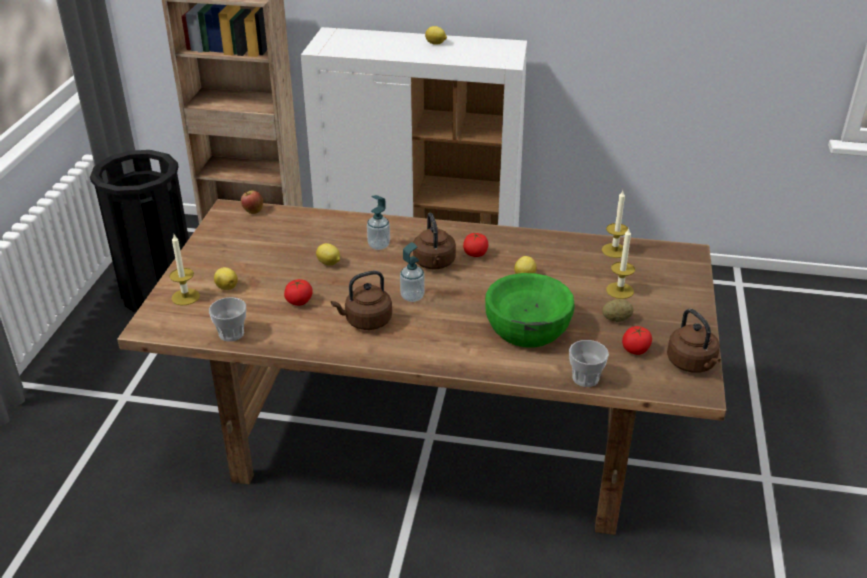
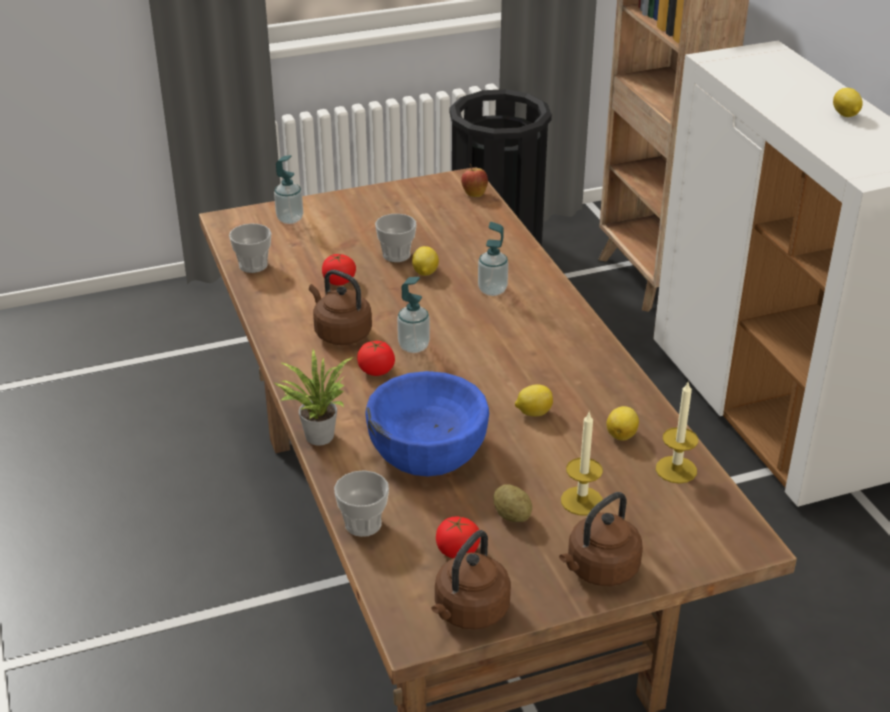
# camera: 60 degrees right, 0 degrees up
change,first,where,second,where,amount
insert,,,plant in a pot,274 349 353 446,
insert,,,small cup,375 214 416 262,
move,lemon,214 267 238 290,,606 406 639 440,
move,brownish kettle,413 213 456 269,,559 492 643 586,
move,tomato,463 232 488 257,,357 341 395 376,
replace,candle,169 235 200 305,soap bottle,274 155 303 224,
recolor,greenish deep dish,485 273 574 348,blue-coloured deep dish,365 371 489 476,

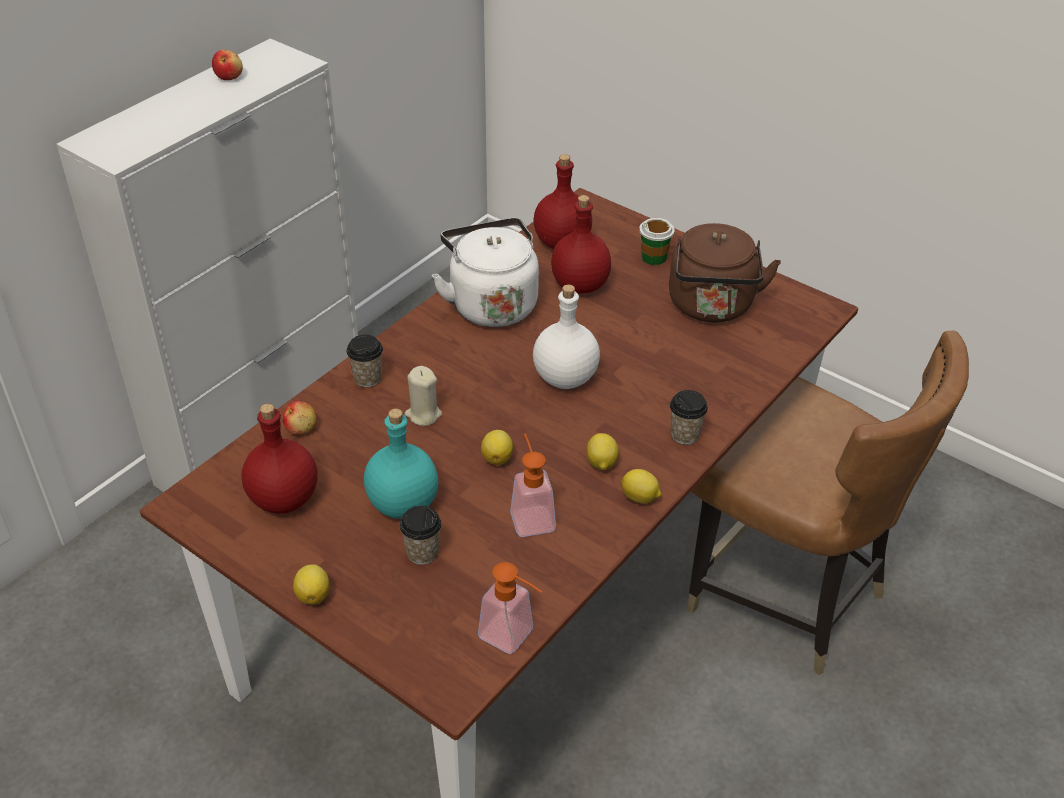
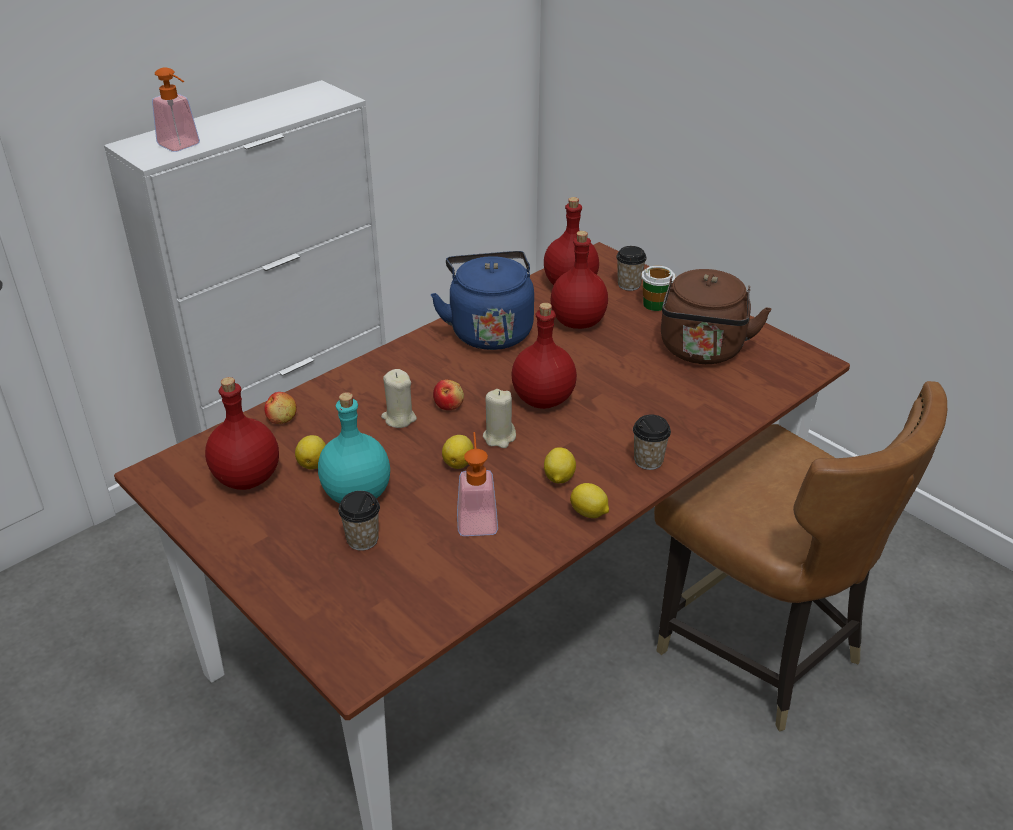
# camera: 10 degrees right, 5 degrees down
change,first,where,second,where,amount
insert,,,beige candle,483 389 516 448,
move,whole apple,212 50 243 80,,433 379 464 410,
move,lemon,293 564 329 605,,295 435 326 469,
move,small cup,347 335 383 387,,616 246 647 291,
move,soap bottle,478 562 542 654,,152 67 200 152,
recolor,whitish kettle,432 218 539 327,blue-coloured kettle,431 251 534 350,
recolor,whitish beverage bottle,533 285 600 389,red-coloured beverage bottle,511 303 577 409,

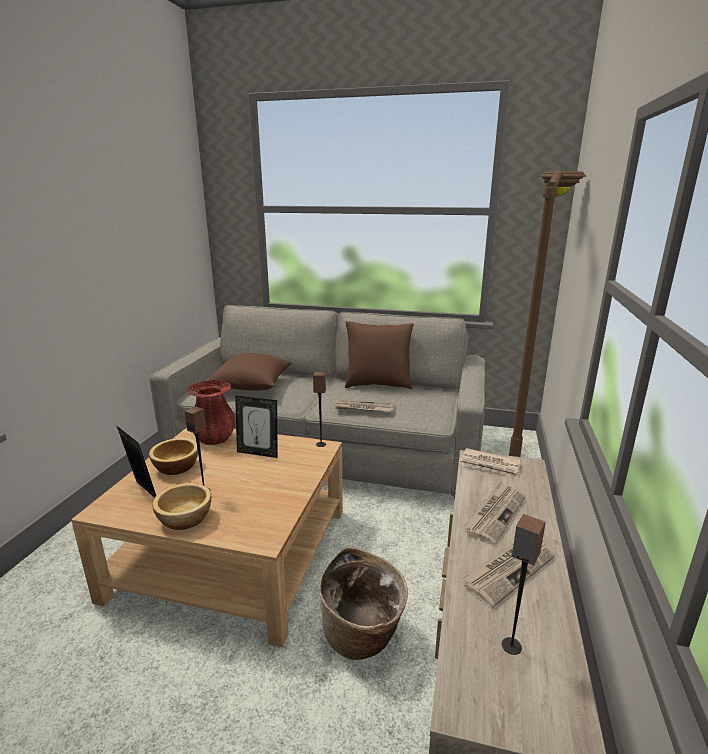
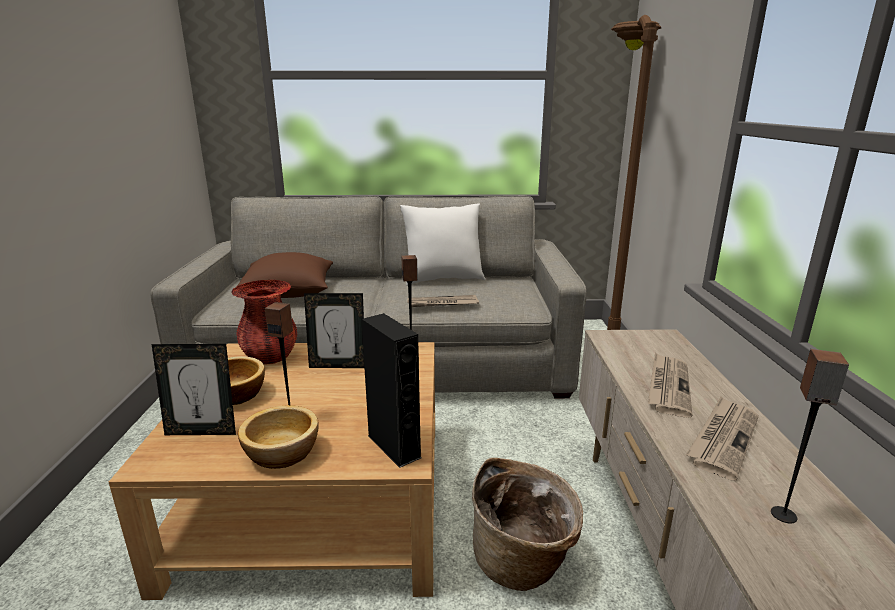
# camera: 15 degrees left, 0 degrees up
change,first,where,second,where,amount
delete,printed paper,460 448 520 478,,,
insert,,,black-coloured speaker,361 313 422 468,
recolor,brownish throw pillow,345 321 414 389,whitish throw pillow,400 203 485 286,
rotate,photo frame,116 425 156 498,,152 344 236 435,150 degrees clockwise

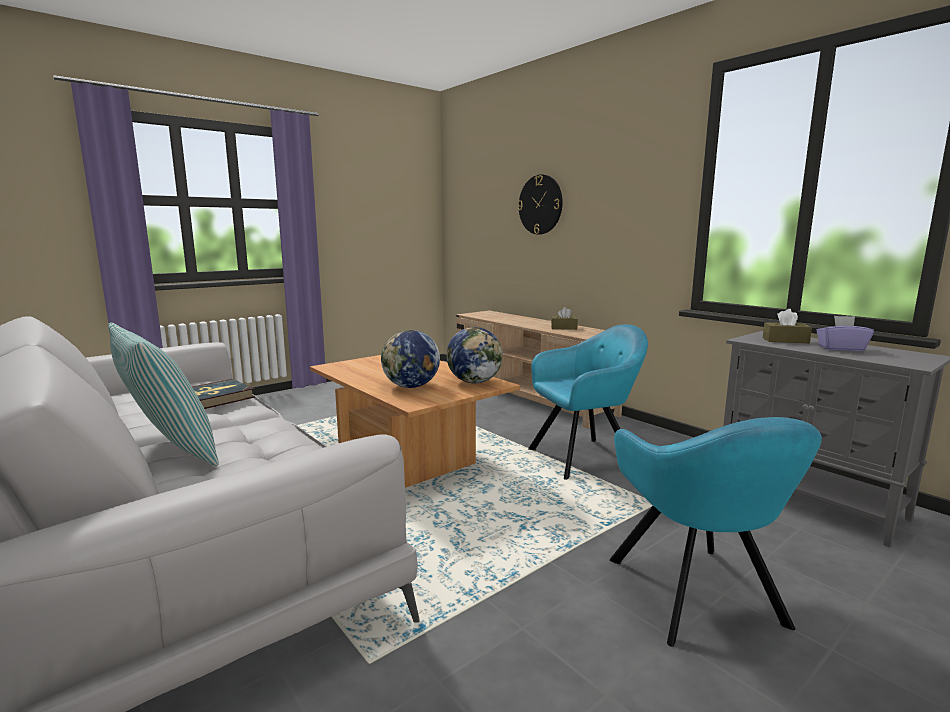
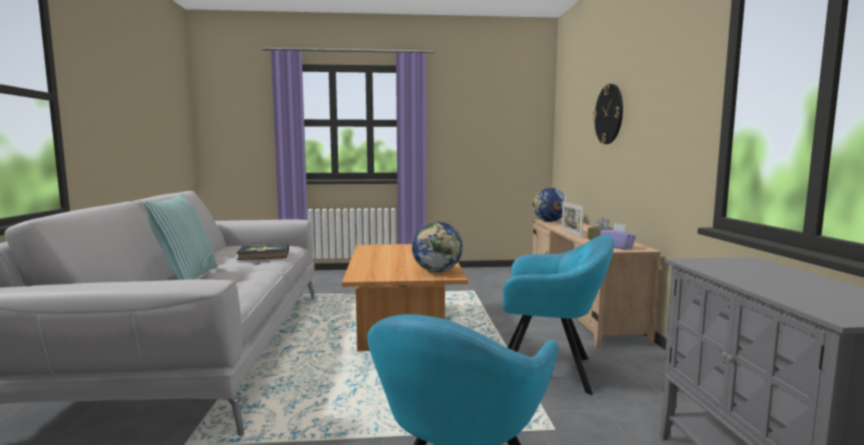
# camera: 35 degrees right, 5 degrees down
change,first,where,second,where,amount
delete,brownish tissue holder,763 309 812 343,,,
insert,,,photo frame,562 202 584 238,
move,globe,381 330 440 388,,533 188 568 222,
move,purple-coloured tissue holder,816 316 874 351,,600 223 636 249,

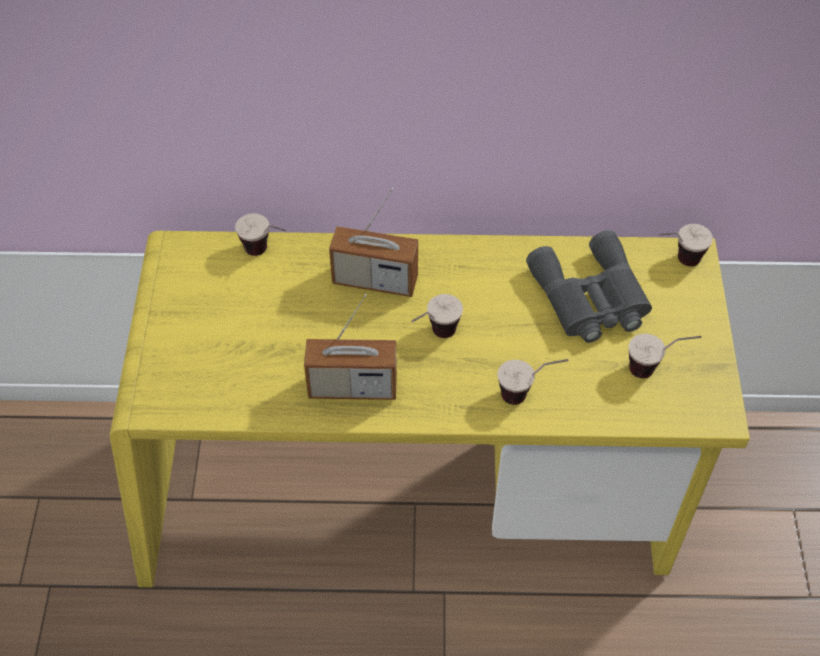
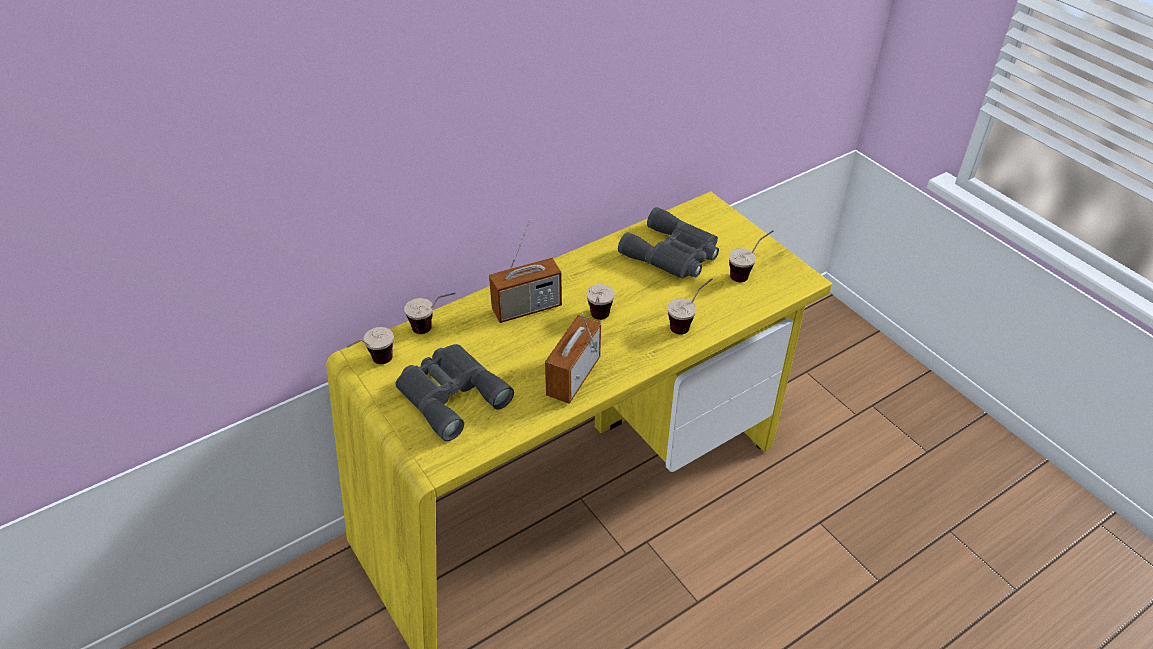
# camera: 35 degrees left, 10 degrees down
change,first,where,second,where,amount
insert,,,grey pair of binoculars,395 344 514 441,
move,small cup,659 224 713 266,,347 327 393 364,
rotate,radio,304 294 397 400,,545 313 601 404,150 degrees clockwise

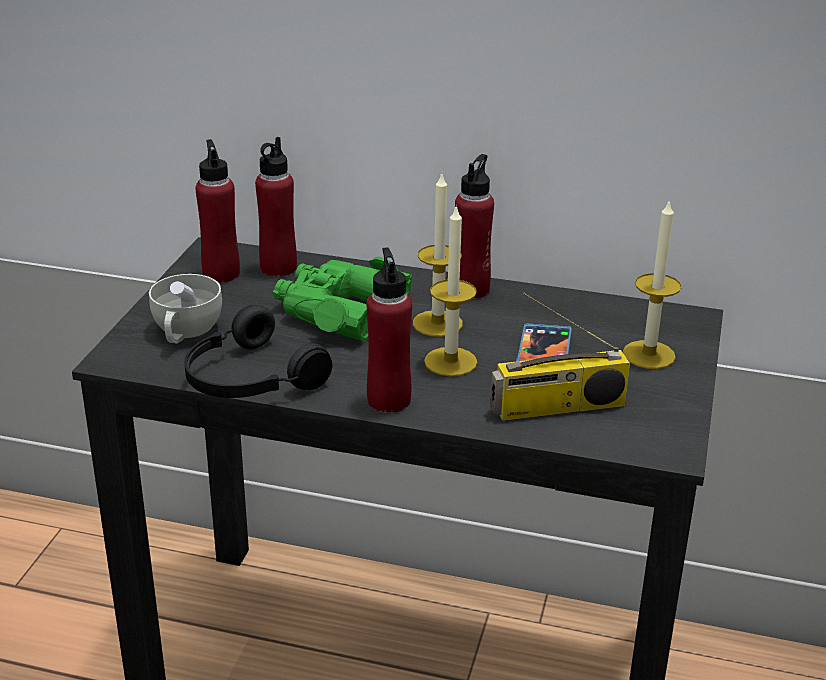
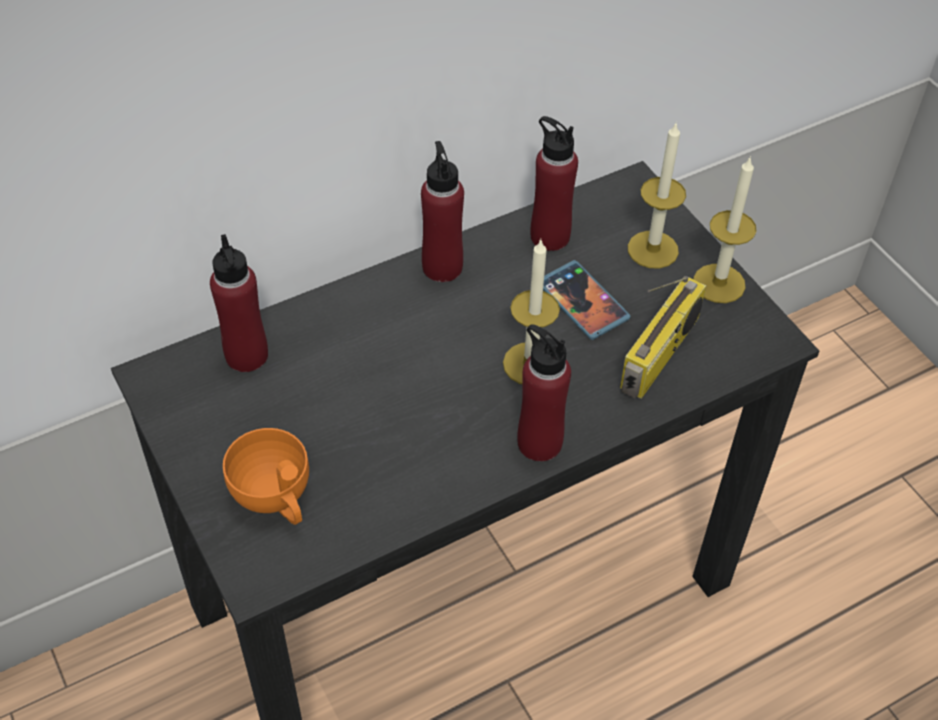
# camera: 45 degrees left, 20 degrees up
change,first,where,second,where,amount
delete,black-coloured headphones,184 305 332 398,,,
delete,greenish pair of binoculars,273 257 413 341,,,
move,red-coloured beverage bottle,195 139 240 283,,530 116 578 251,
move,candle,413 173 463 337,,693 156 757 303,
recolor,whitish small cup,149 274 222 344,orangey small cup,223 428 309 525,

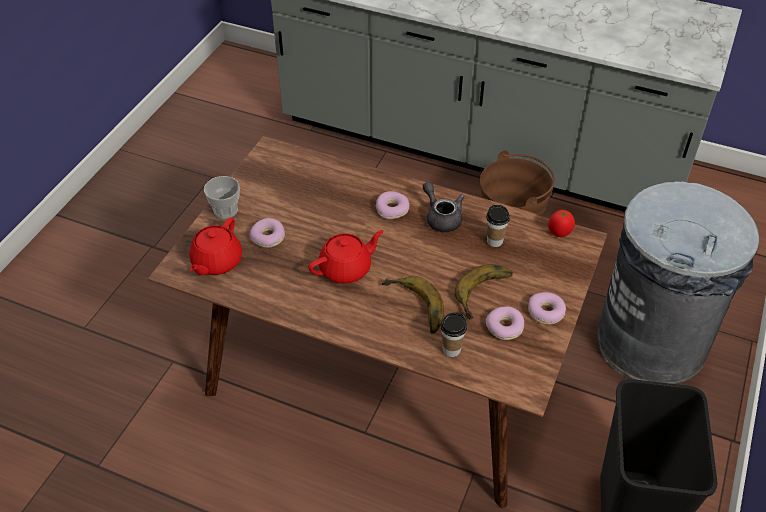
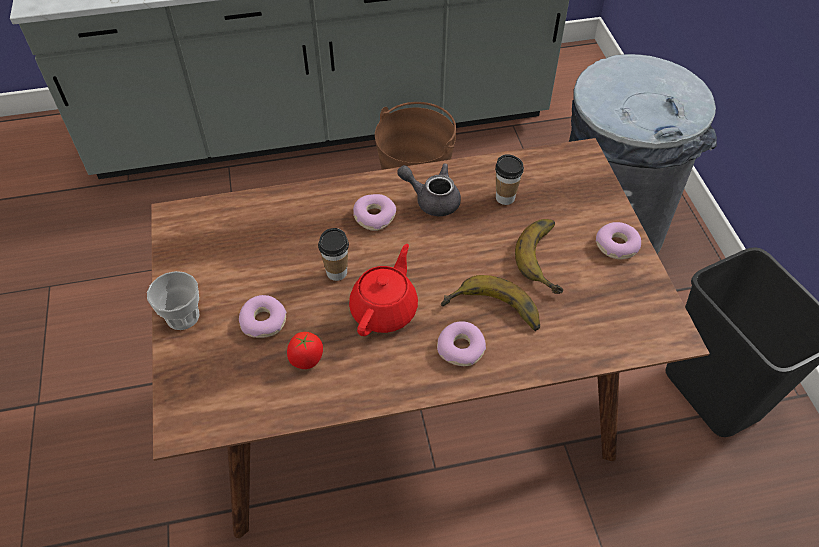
# camera: 35 degrees left, 5 degrees up
change,first,where,second,where,amount
delete,red-coloured teapot,189 218 242 275,,,
move,small cup,441 312 467 357,,318 228 349 281,
move,donut,486 306 524 340,,437 321 486 366,
move,tomato,548 210 575 237,,287 332 323 369,

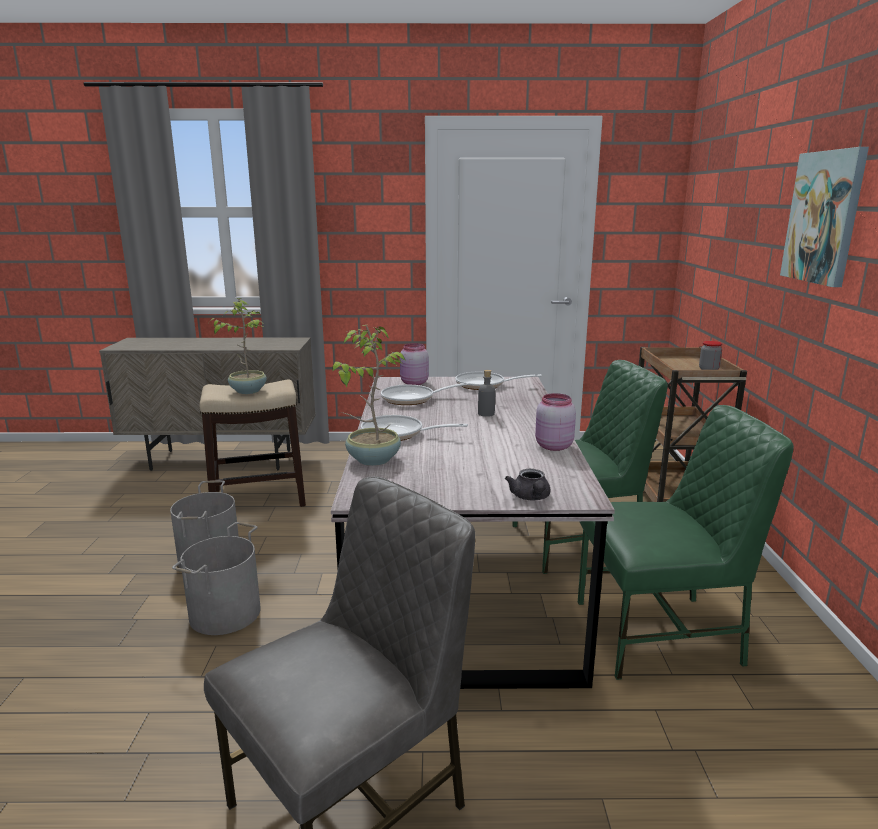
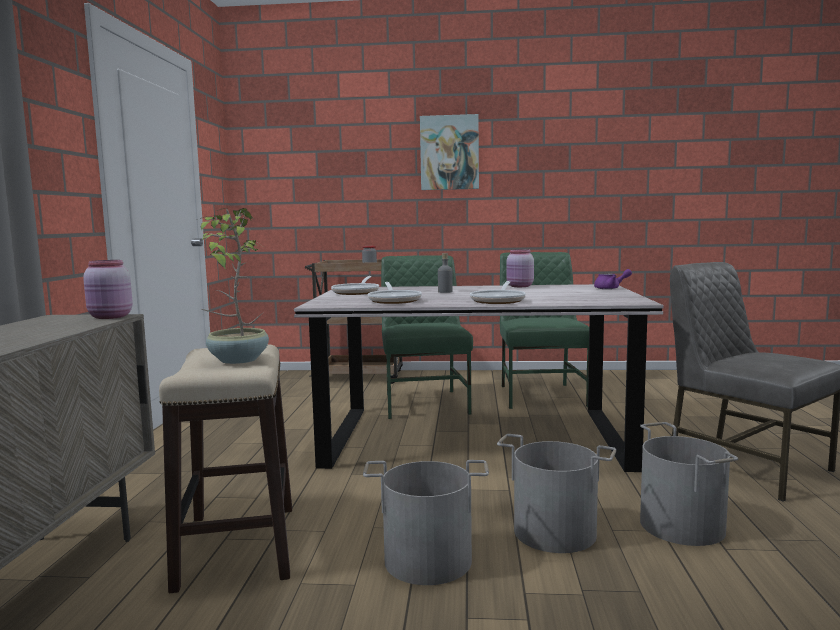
# camera: 85 degrees left, 10 degrees down
change,first,where,second,where,amount
delete,plant in a pot,332 325 406 466,,,
insert,,,grey bucket,640 422 738 546,
move,pink preserve jar,400 343 429 385,,83 260 133 319,
recolor,grey teapot,505 469 551 500,purple-coloured teapot,594 269 632 289,

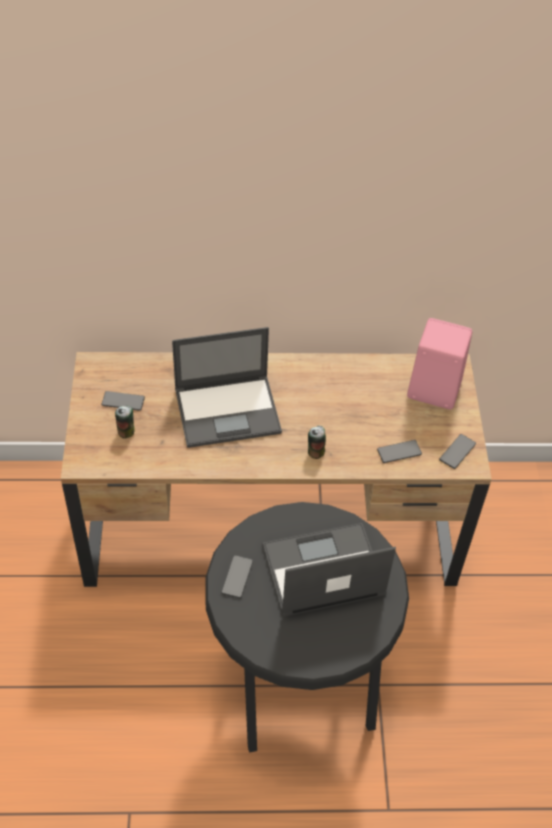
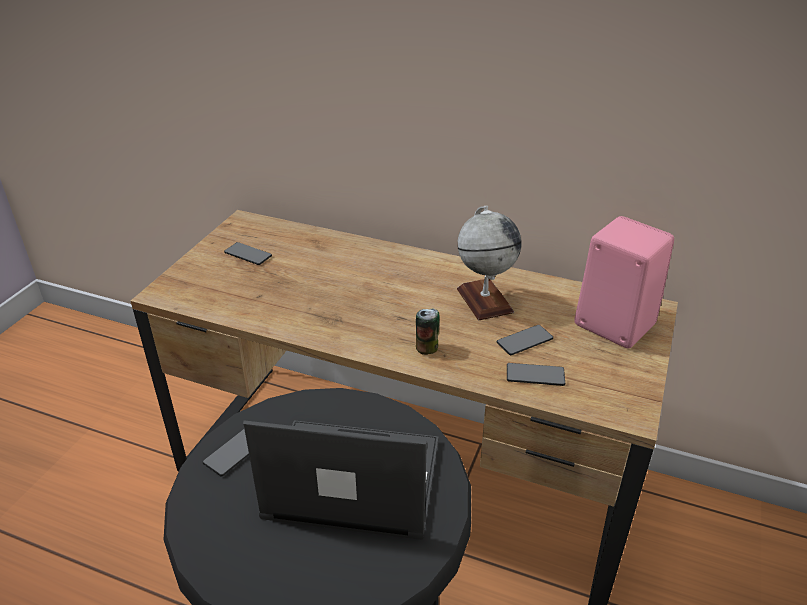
# camera: 25 degrees right, 15 degrees down
change,first,where,second,where,amount
delete,sealed can,115 406 135 439,,,
delete,notebook computer,172 327 282 448,,,
insert,,,globe,457 206 521 320,
move,telephone,439 434 476 469,,497 325 553 355,

